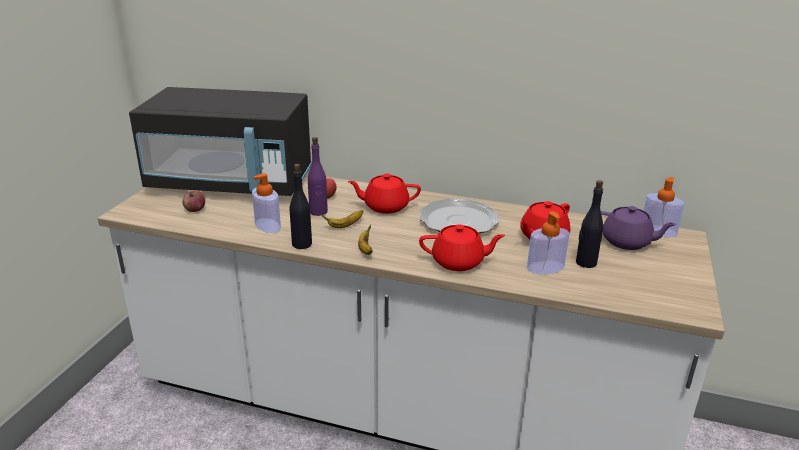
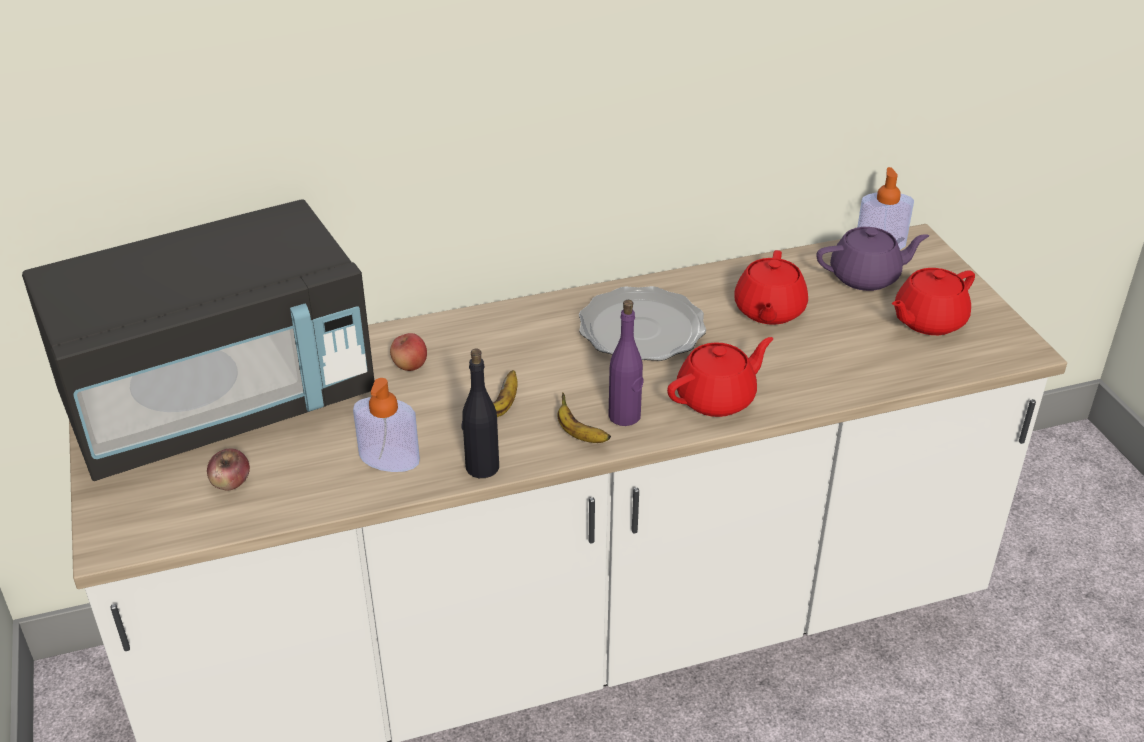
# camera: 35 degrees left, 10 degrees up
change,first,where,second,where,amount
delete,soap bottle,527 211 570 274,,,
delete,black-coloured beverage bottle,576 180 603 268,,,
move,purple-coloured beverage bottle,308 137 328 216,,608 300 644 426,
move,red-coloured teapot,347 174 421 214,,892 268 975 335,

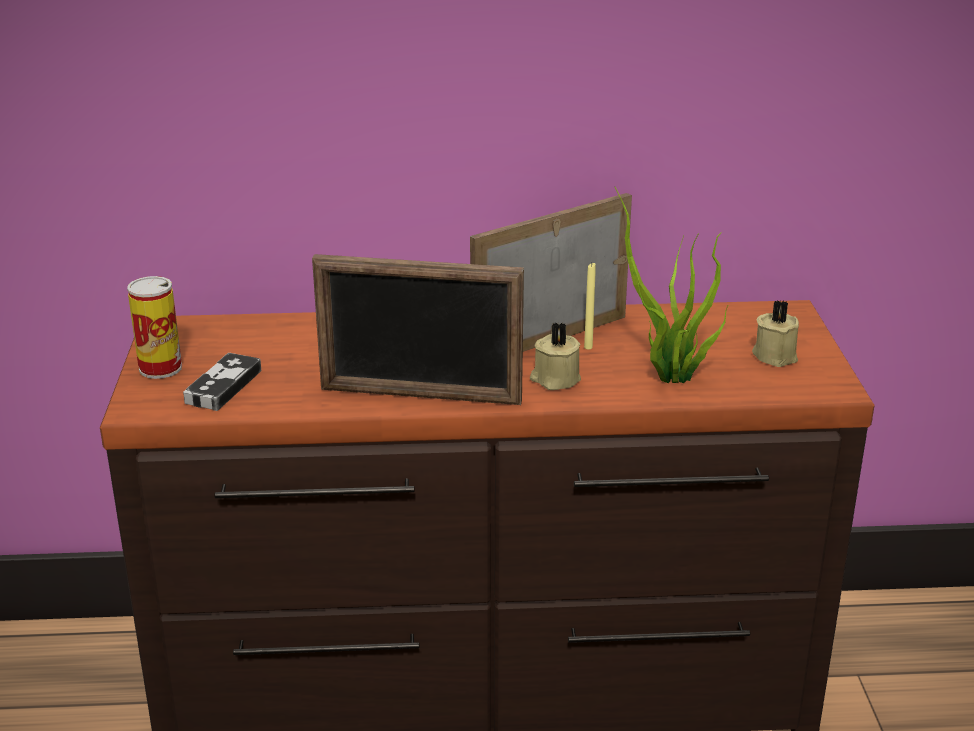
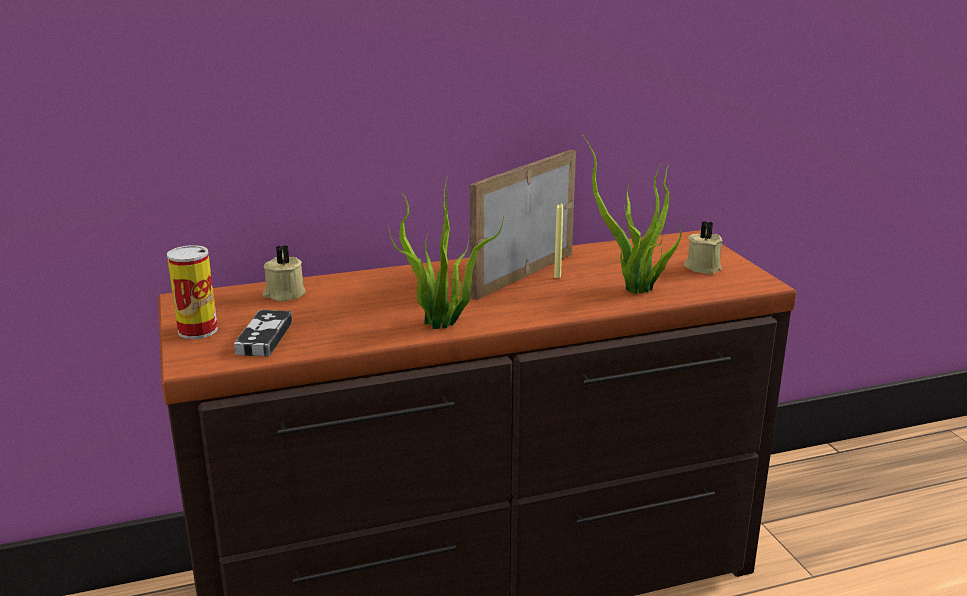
# camera: 15 degrees left, 5 degrees down
change,first,where,second,where,amount
move,beige candle,530 322 581 390,,263 245 306 302,
replace,photo frame,312 254 524 405,plant in a pot,388 178 504 329,

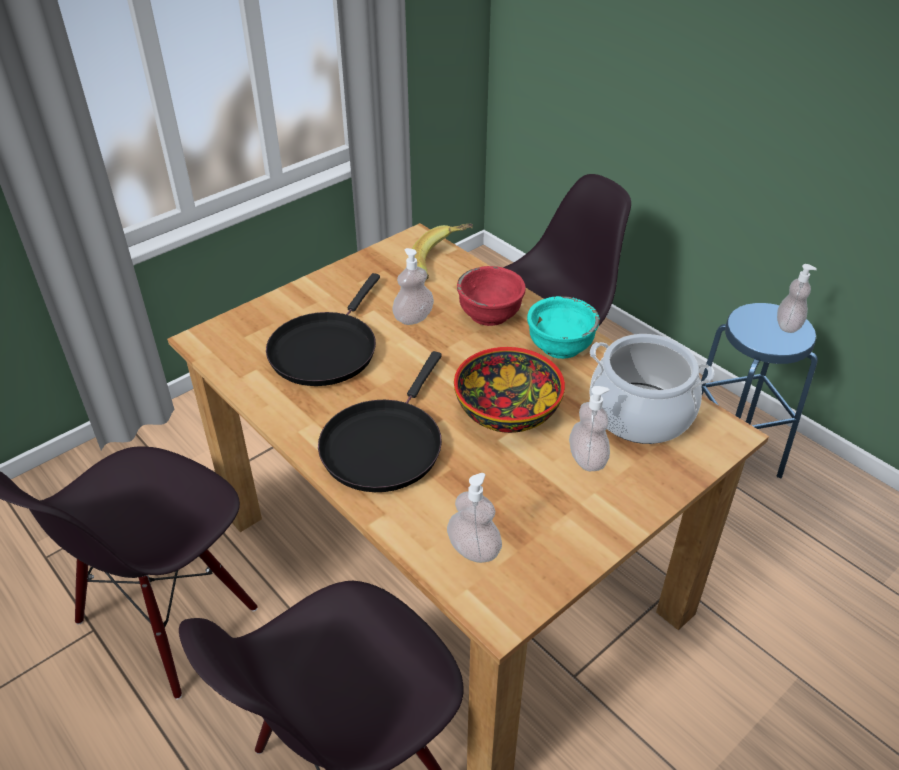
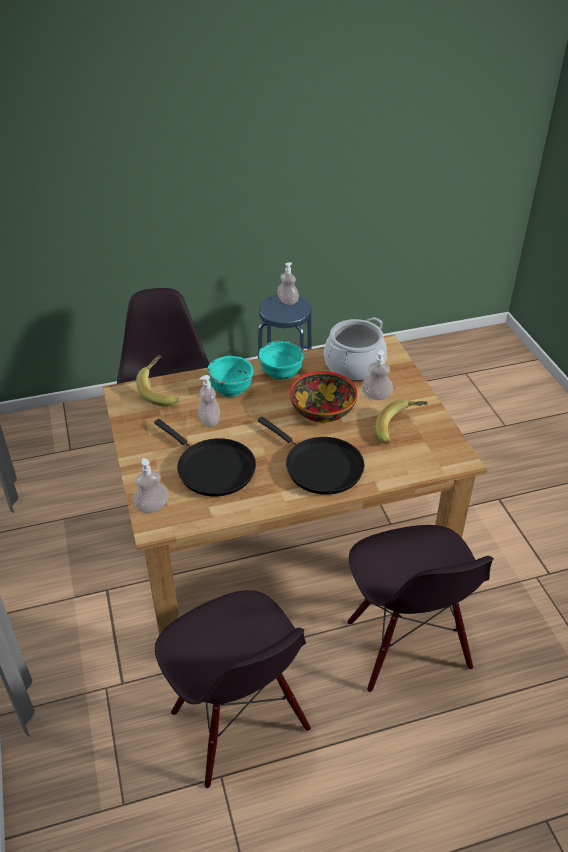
# camera: 65 degrees left, 0 degrees up
change,first,where,second,where,amount
insert,,,whole banana,375 399 428 444,
move,soap bottle,447 473 502 563,,133 458 169 513,
recolor,red-coloured deep dish,457 266 526 326,blue-green deep dish,207 356 254 397,

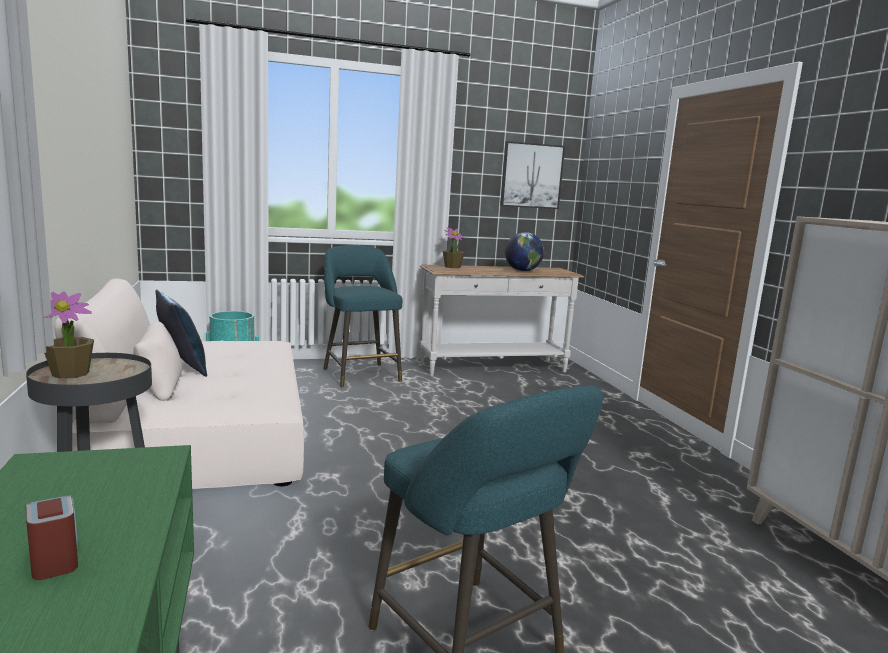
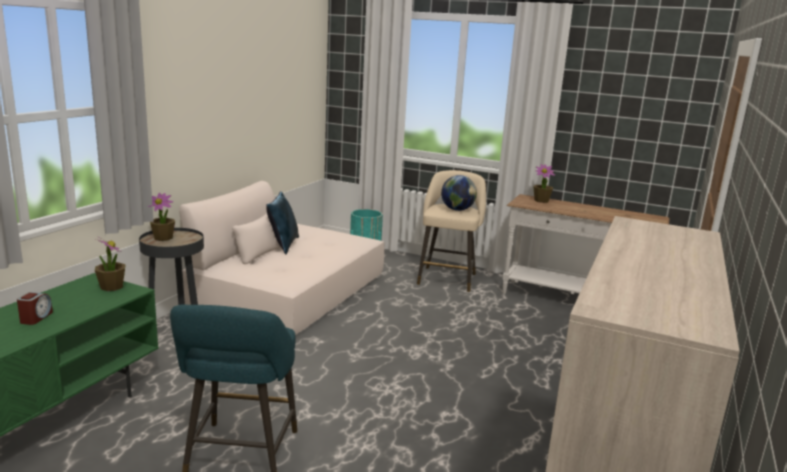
# camera: 40 degrees right, 5 degrees up
change,first,where,second,where,amount
delete,picture,500 141 565 209,,,
insert,,,plant in a pot,95 239 126 291,
move,globe,505 232 544 271,,441 175 477 211,
recolor,blue-green stool seat,323 245 402 388,beige stool seat,417 170 486 292,

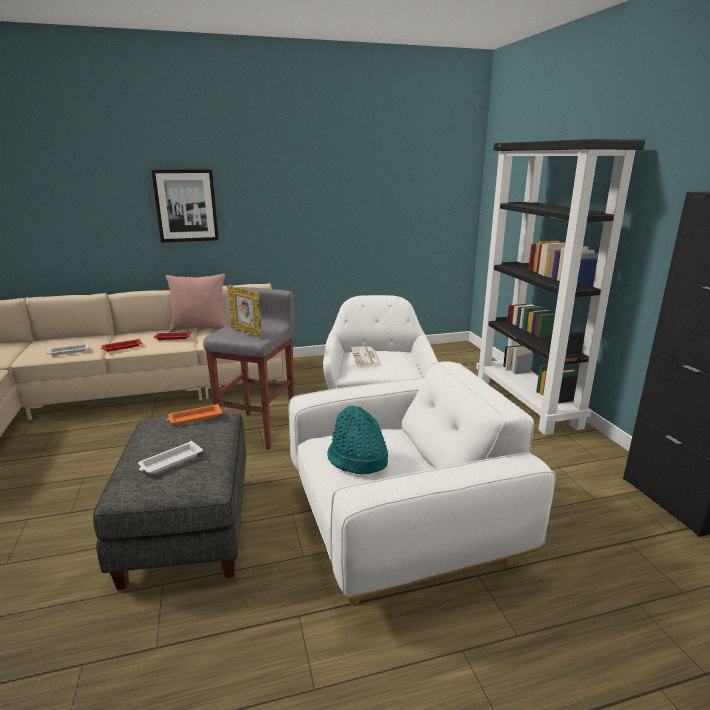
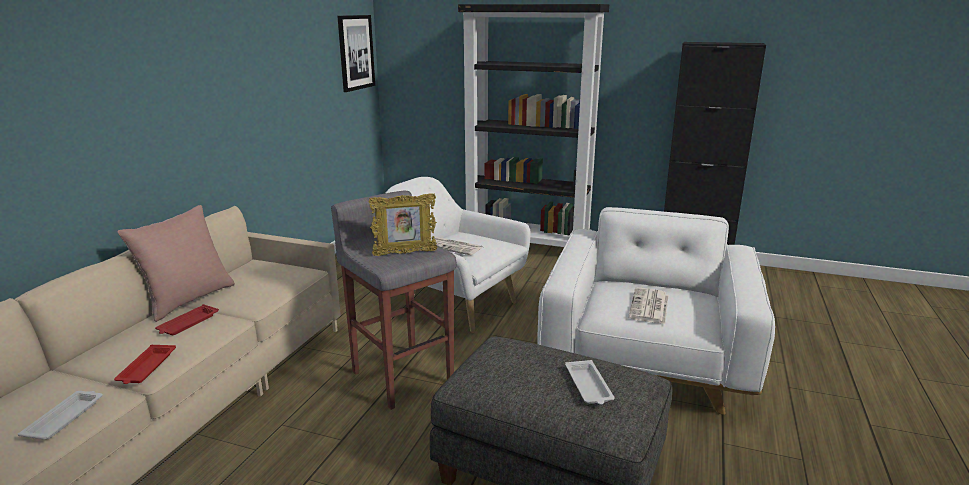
# camera: 55 degrees left, 0 degrees up
change,first,where,second,where,amount
delete,orangey serving tray,167 404 223 425,,,
move,picture,151 169 219 243,,337 15 375 92,
replace,blue-green hat,327 405 388 474,printed paper,628 287 669 324,

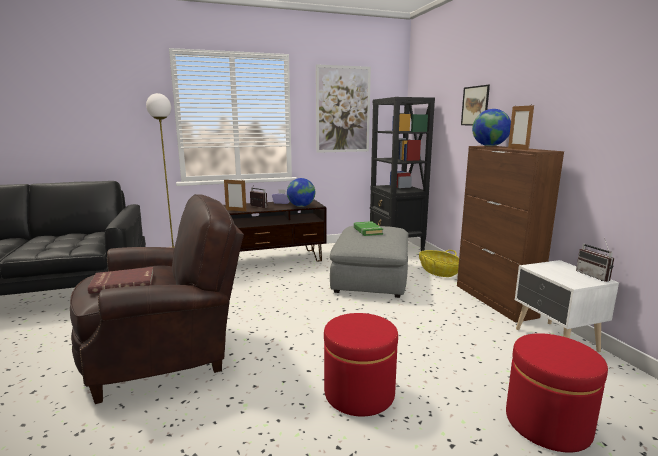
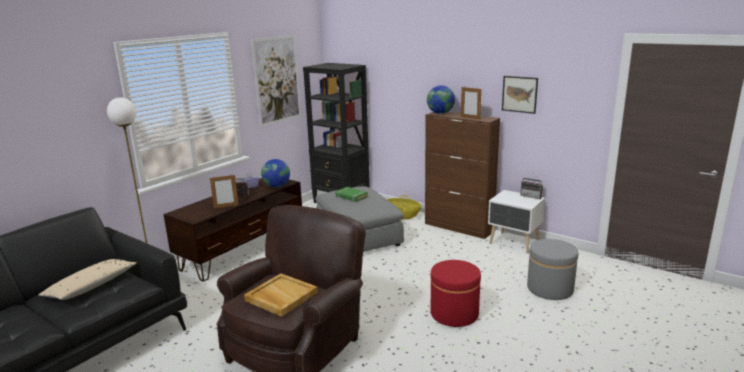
# camera: 35 degrees left, 5 degrees up
change,first,where,second,where,amount
insert,,,beige throw pillow,38 259 137 300,
move,picture,461 85 490 125,,502 76 538 114,
replace,red-coloured bound book,88 267 154 294,beige serving tray,244 273 318 317,
recolor,red-coloured ottoman,506 333 608 453,grey ottoman,527 239 578 300,

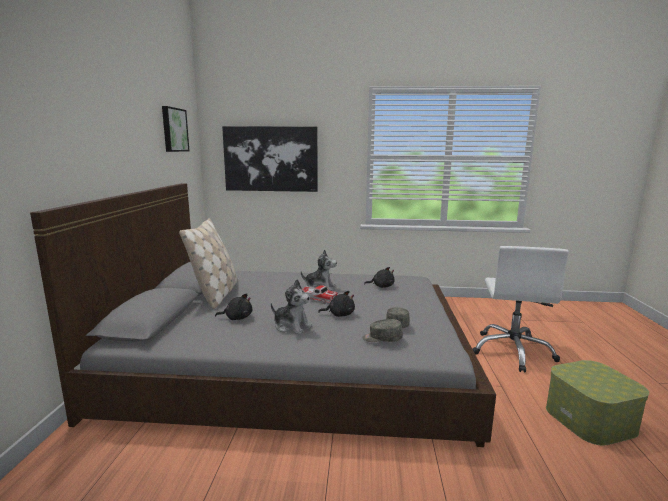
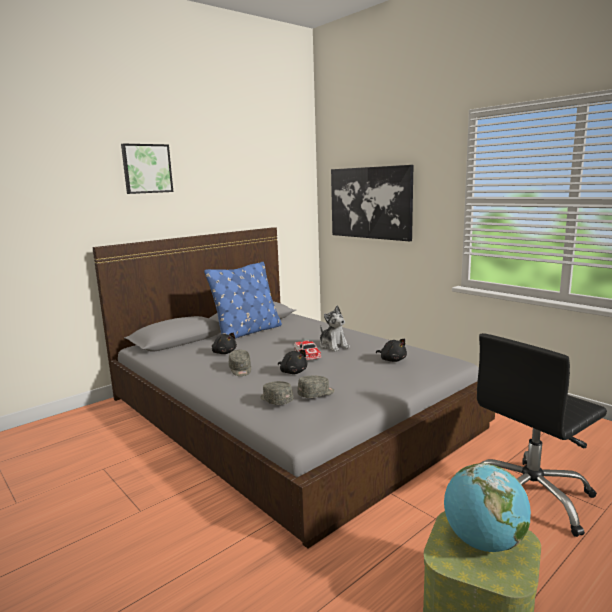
# camera: 45 degrees right, 0 degrees up
change,first,where,second,where,amount
insert,,,globe,444 463 531 552,
move,picture,162 106 189 152,,121 144 173 194,
replace,soft toy,271 279 313 335,grey peaked cap,229 350 251 376,
recolor,beige throw pillow,179 218 237 309,blue-coloured throw pillow,204 262 282 339,
recolor,whitish computer chair,473 246 569 372,black-coloured computer chair,477 333 607 537,

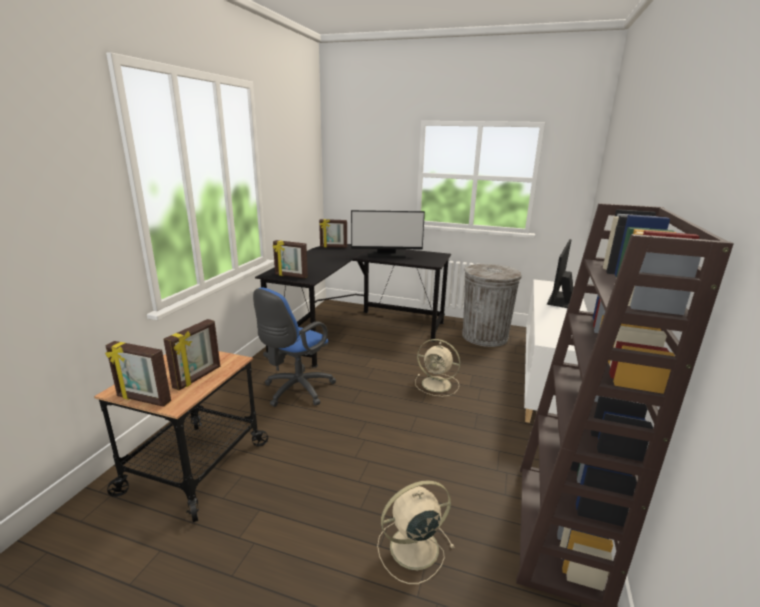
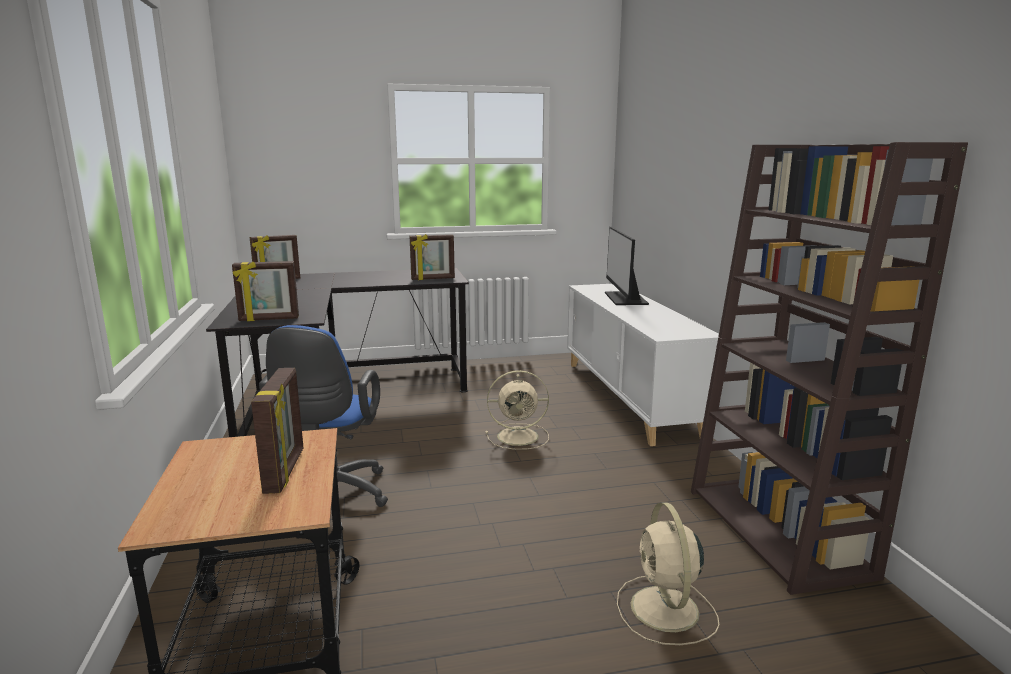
# camera: 30 degrees left, 5 degrees down
change,first,where,second,where,amount
delete,computer display,351 210 425 258,,,
delete,grey waste bin,462 264 522 347,,,
move,photo frame,105 341 171 407,,409 234 455 280,
rotate,beige cooling fan,377 480 454 584,,617 502 719 645,45 degrees counterclockwise

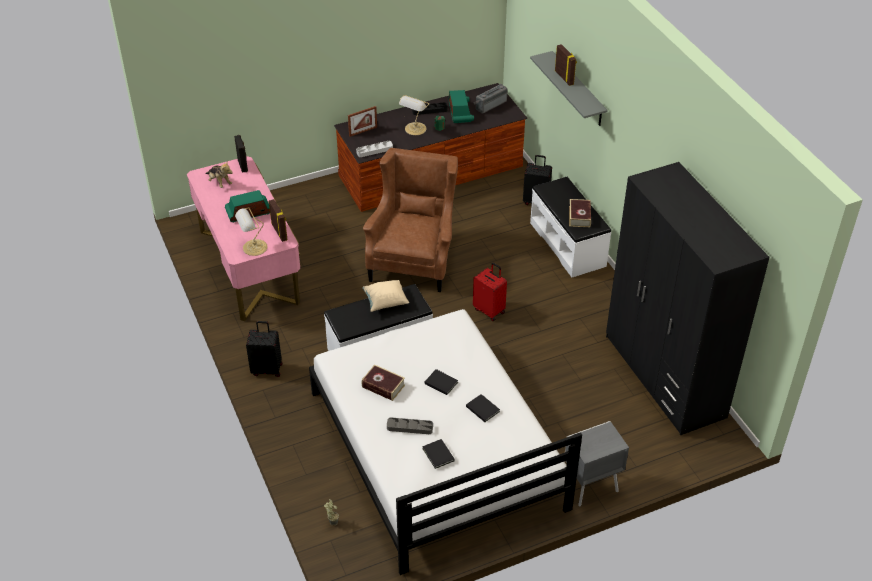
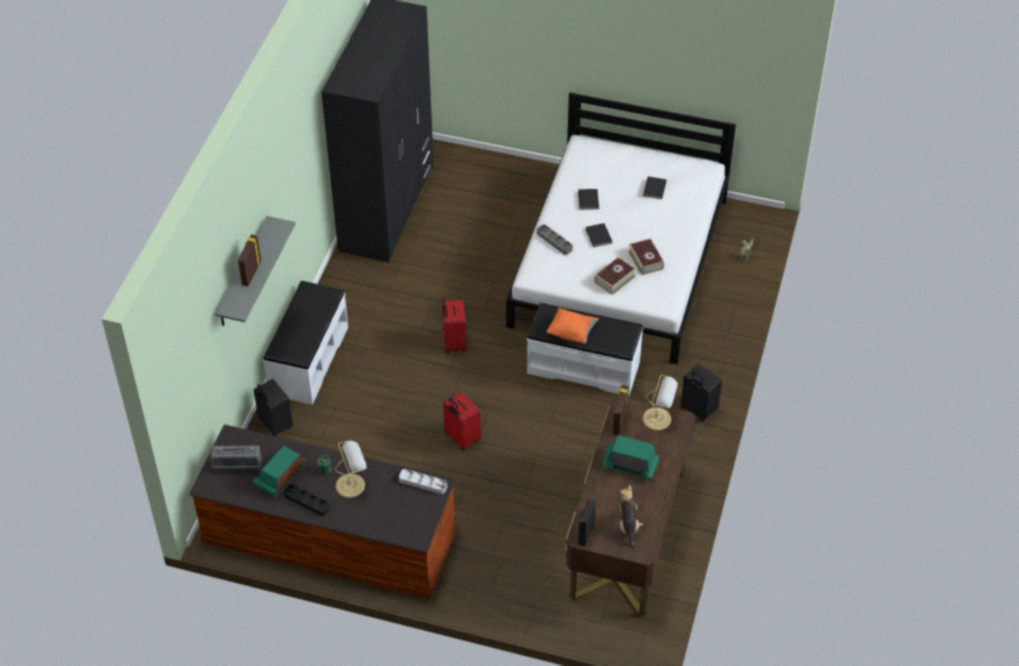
# camera: 140 degrees left, 5 degrees up
change,first,where,second,where,amount
delete,photo frame,348 106 377 137,,,
delete,grey night table,565 421 629 507,,,
move,grey serving tray,387 417 433 434,,537 225 573 255,
move,bound book,569 199 591 227,,594 257 636 295,
replace,brownish easy chair,363 148 458 292,red-coloured travel case,443 392 481 450,
recolor,pink desk unit,187 156 300 321,brownish desk unit,565 397 695 617,
recolor,beige throw pillow,362 280 409 312,orangey throw pillow,546 307 599 344,

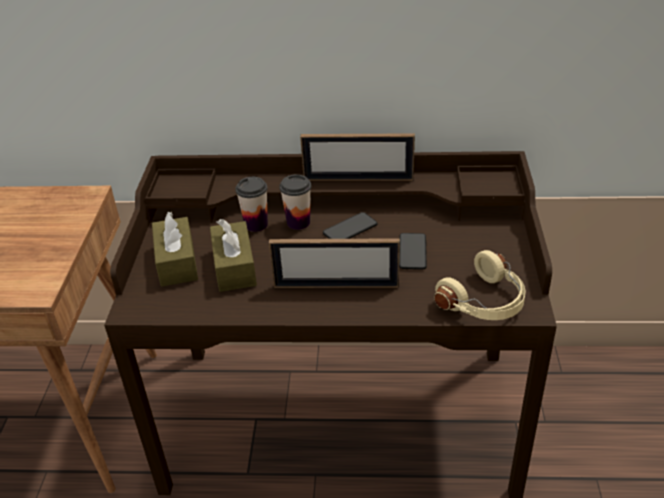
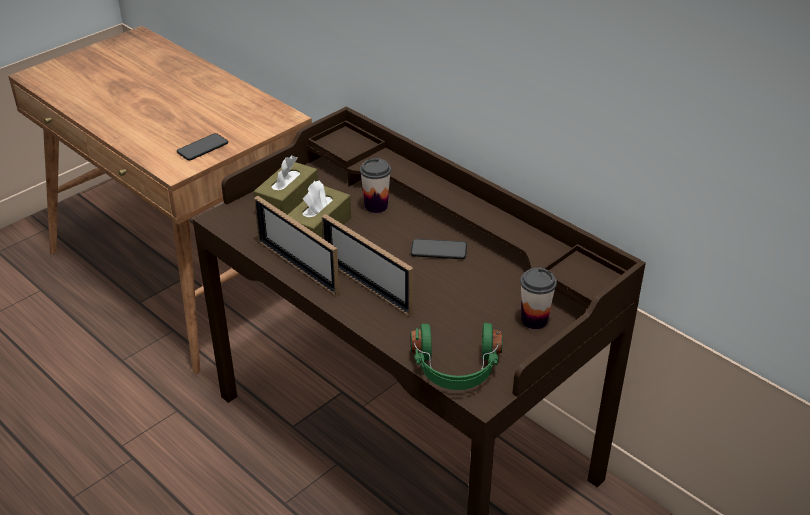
# camera: 40 degrees right, 0 degrees up
change,first,where,second,where,amount
move,small cup,279 175 311 230,,520 268 557 329,
move,photo frame,300 133 415 181,,254 196 340 296,
move,telephone,399 233 427 270,,177 133 228 160,
recolor,beige headphones,434 250 526 320,greenish headphones,410 323 503 390,

